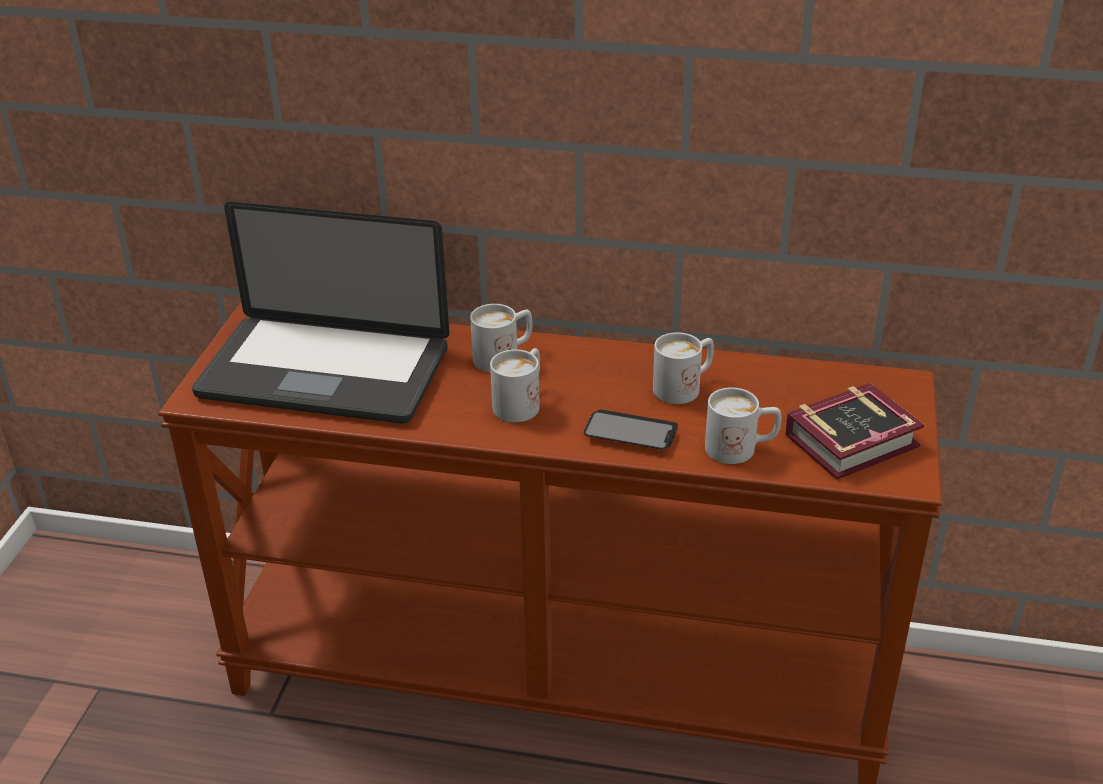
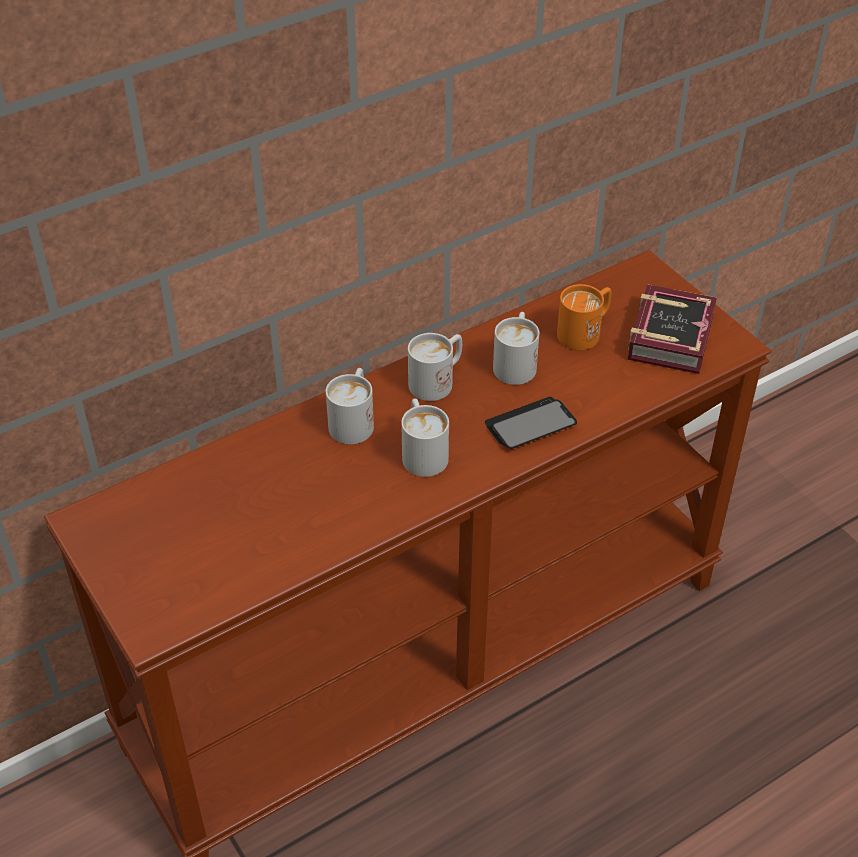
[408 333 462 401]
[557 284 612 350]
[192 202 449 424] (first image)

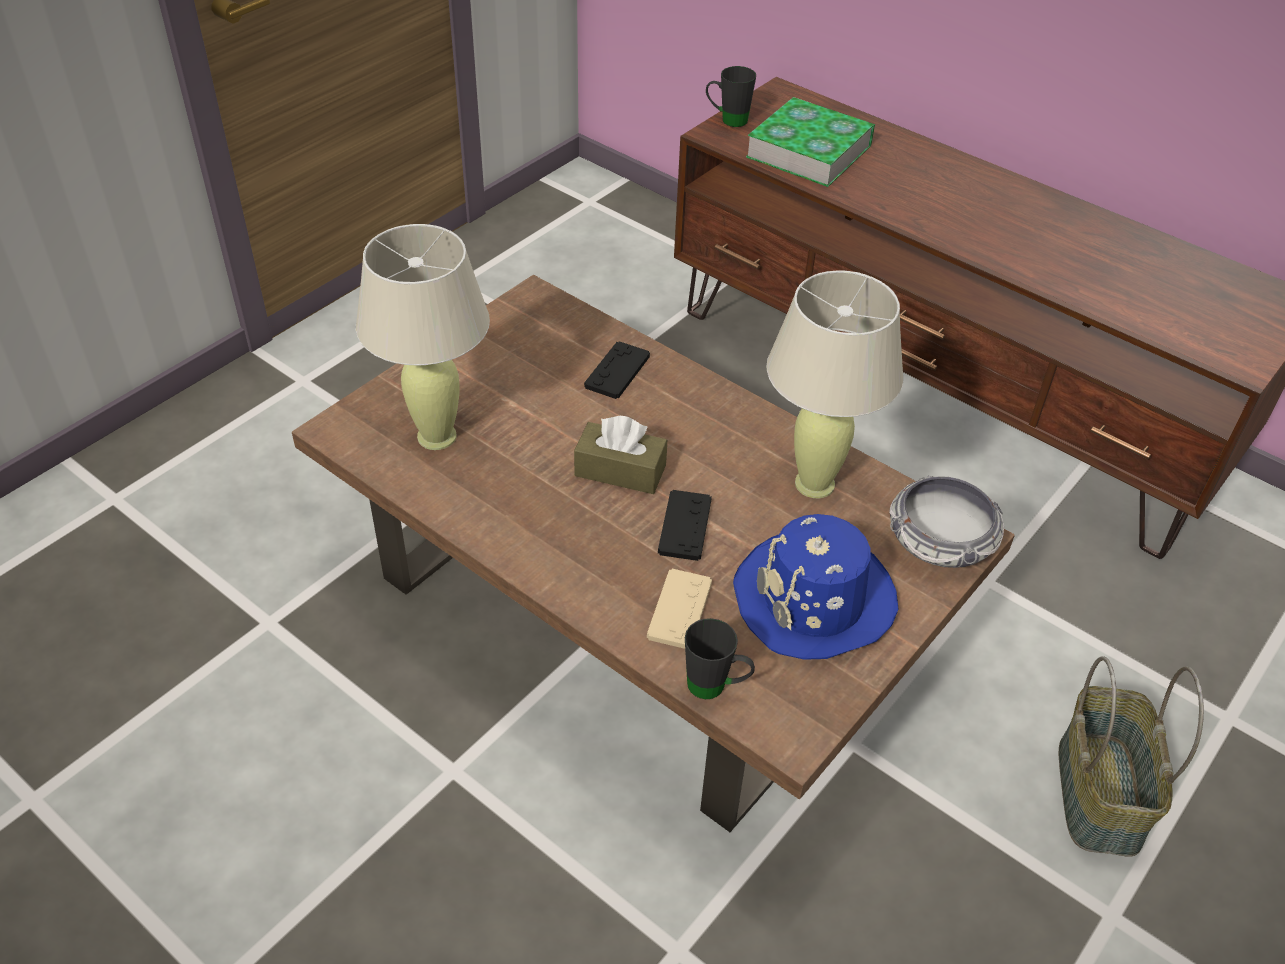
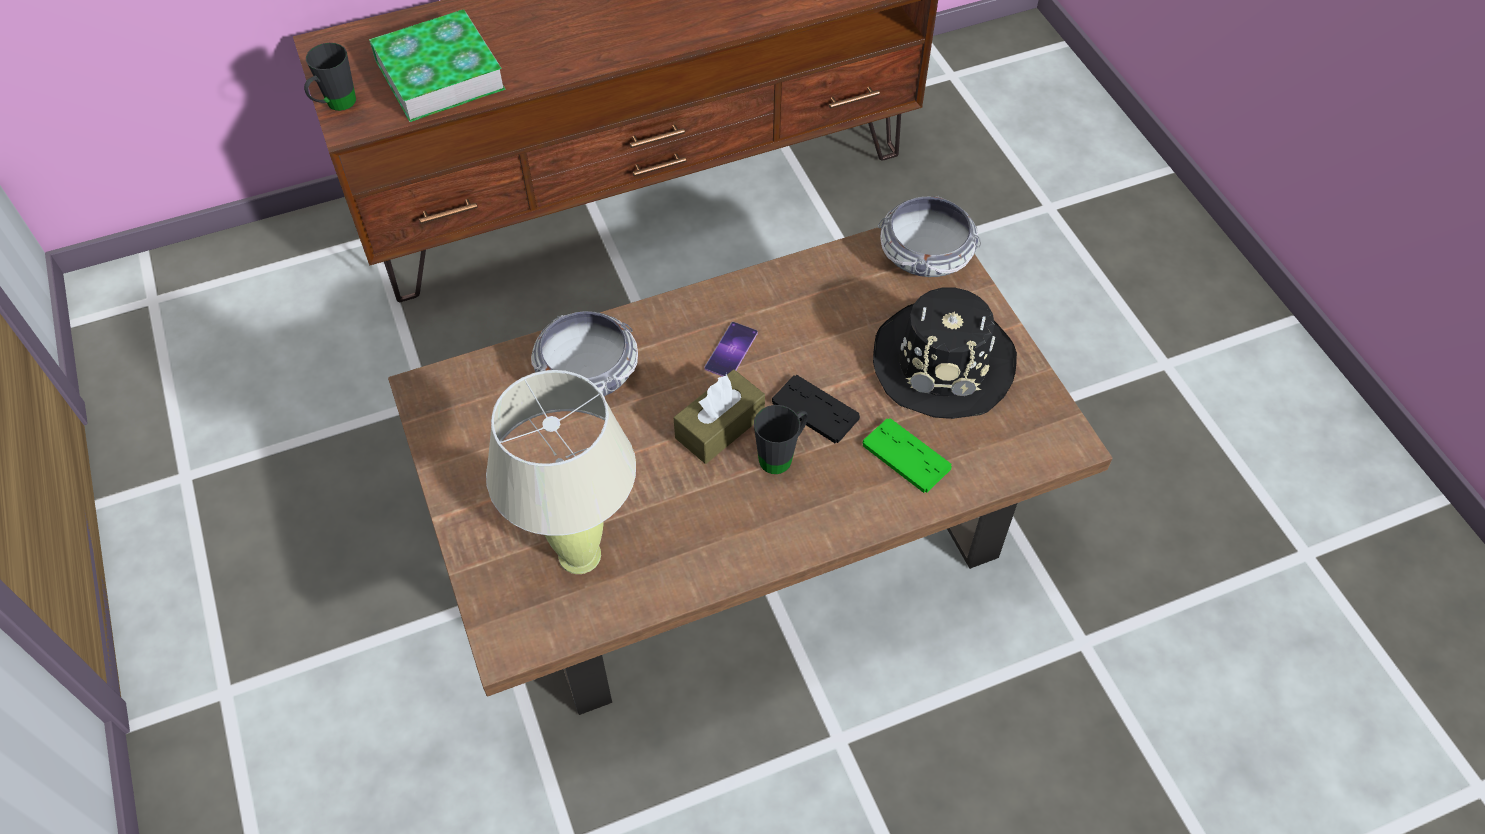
[531 311 638 396]
[705 322 758 377]
[754 405 808 474]
[862 418 952 493]
[873 288 1017 419]
[766 270 904 498] (first image)
[1059 656 1204 856] (first image)

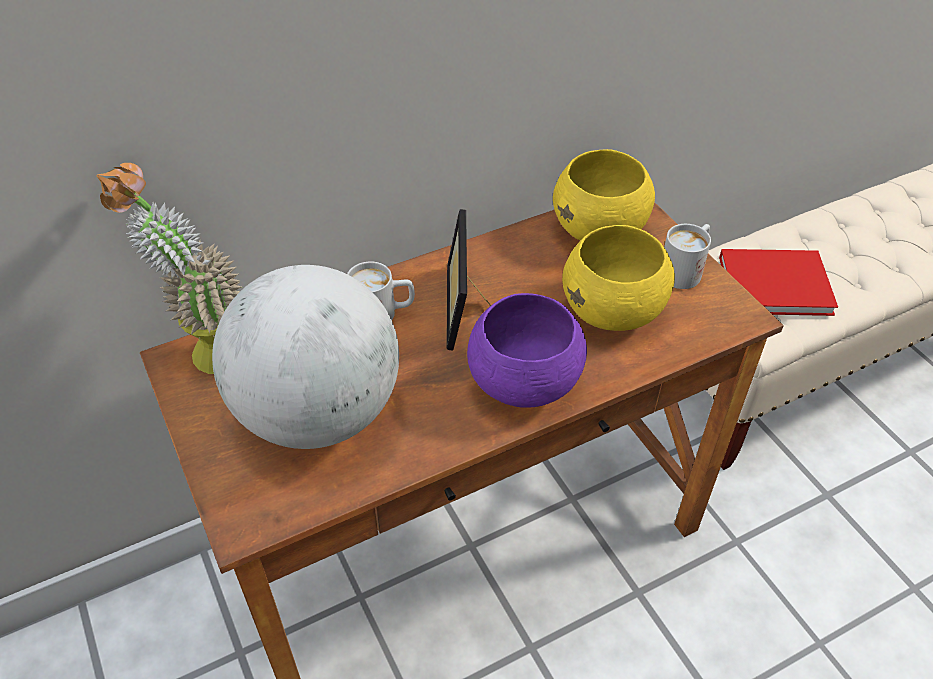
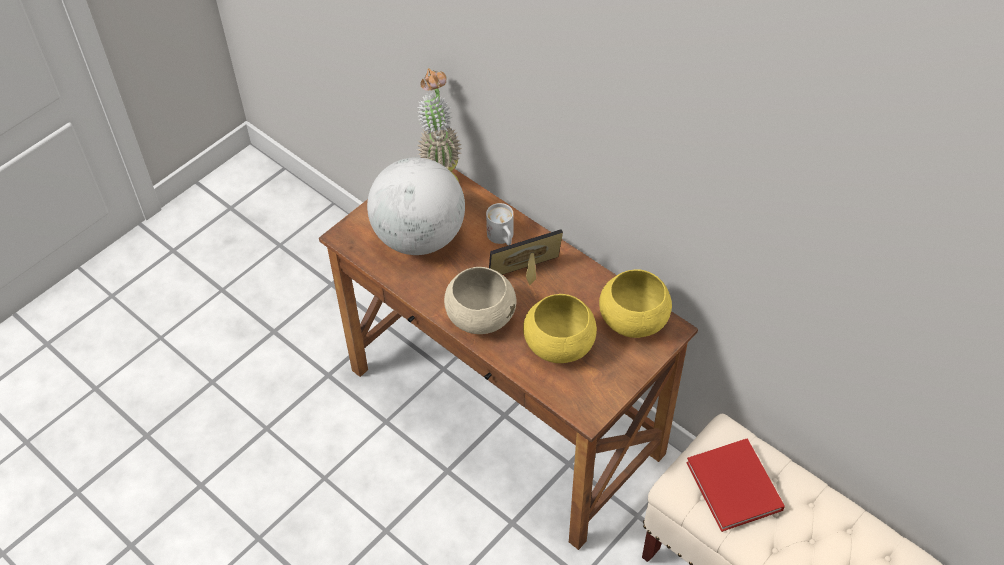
[444 267 516 334]
[664 224 711 289] (first image)

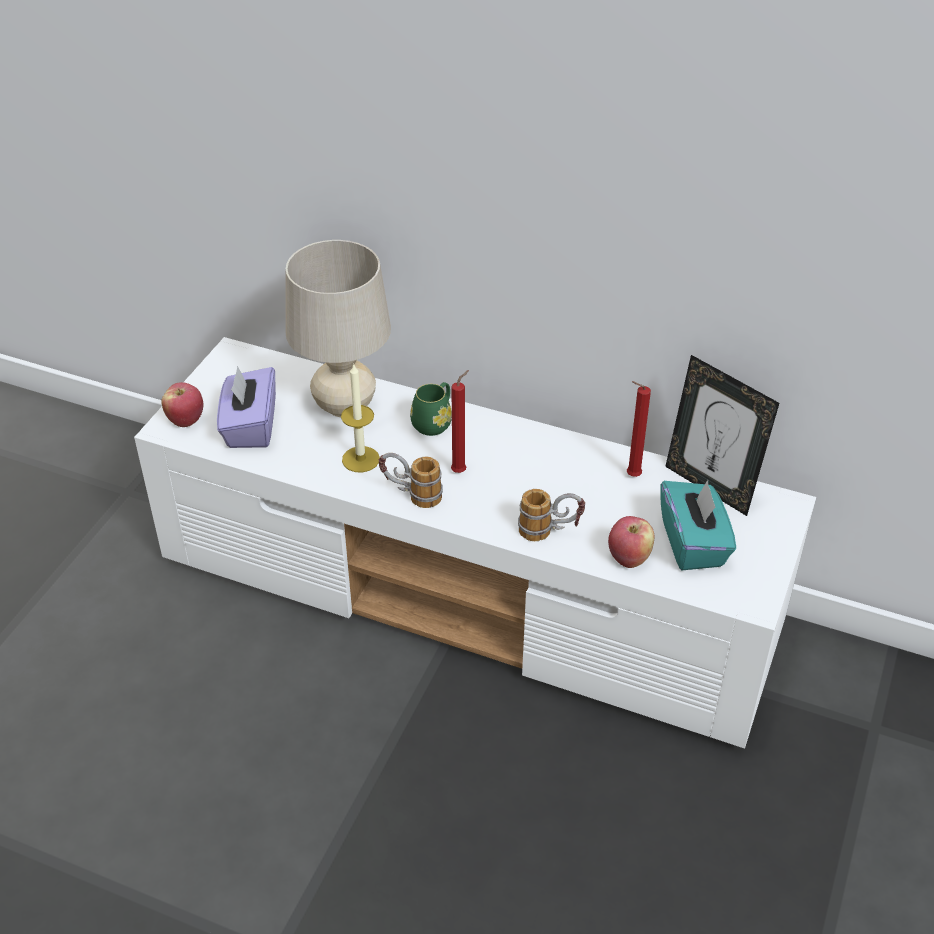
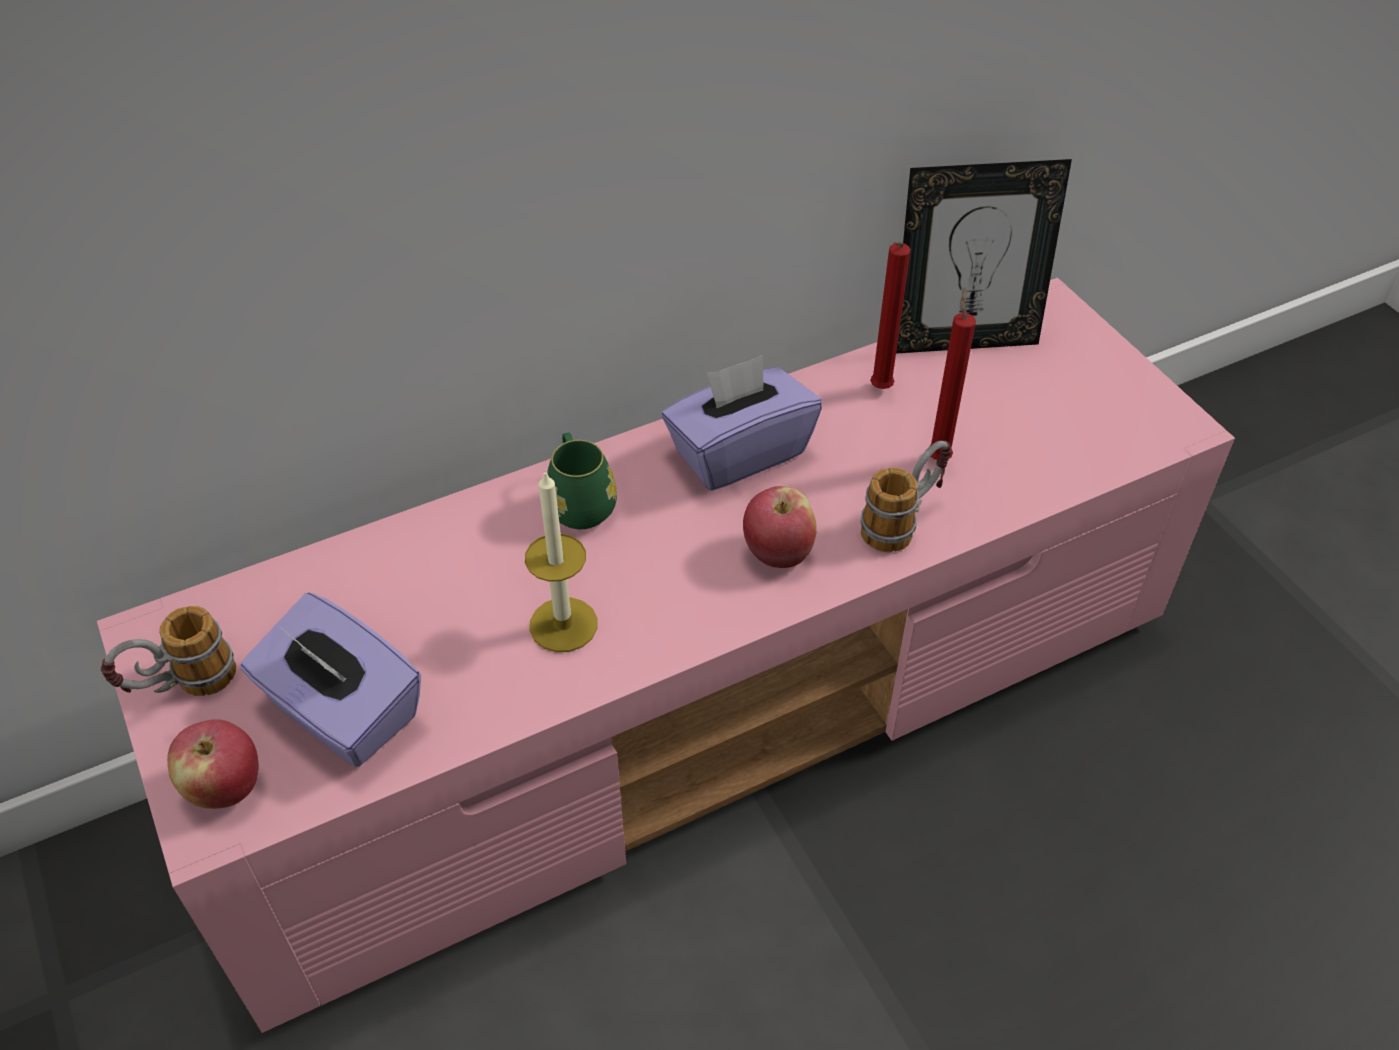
[97 278 1235 1033]
[101 606 236 696]
[662 355 822 491]
[743 486 817 568]
[929 287 976 460]
[285 240 391 417] (first image)
[660 480 736 570] (first image)

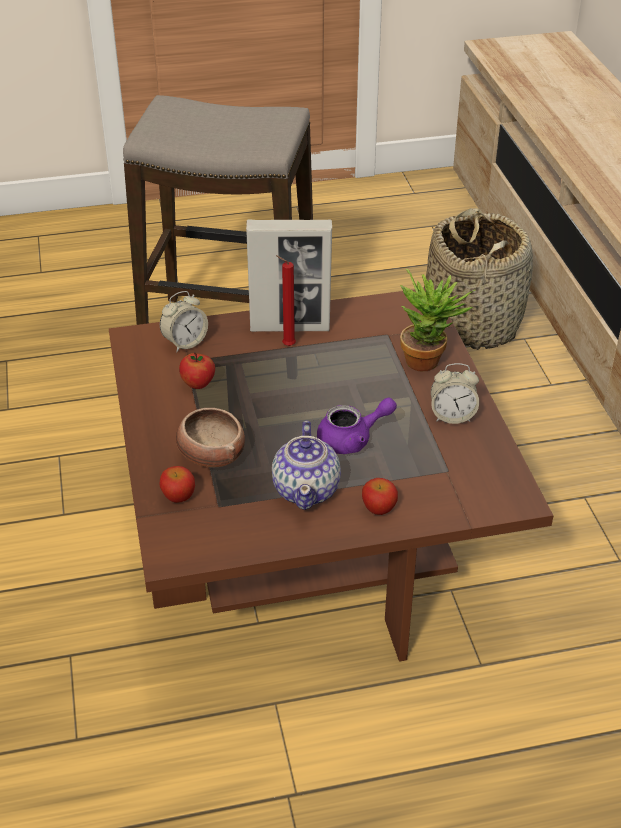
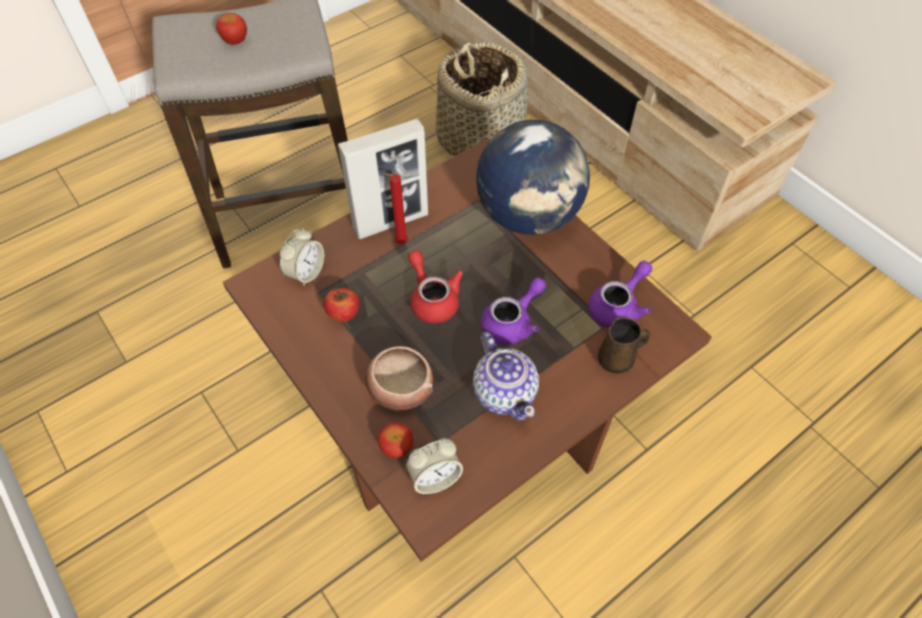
[216 13 247 45]
[406 438 463 494]
[408 250 463 324]
[476 120 590 235]
[588 261 652 328]
[598 317 650 374]

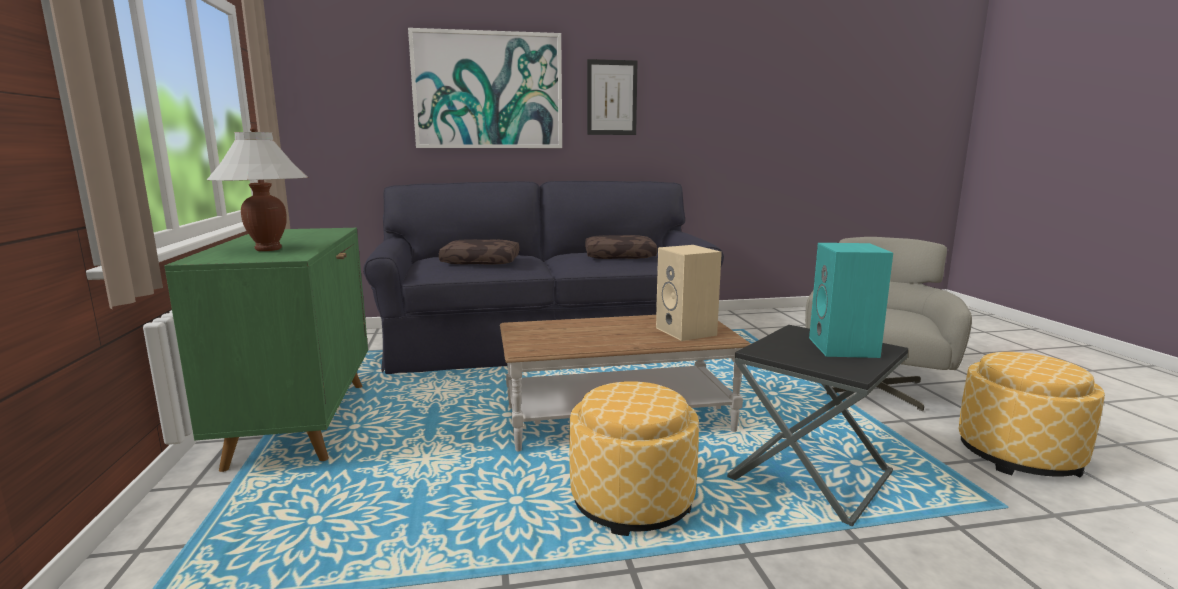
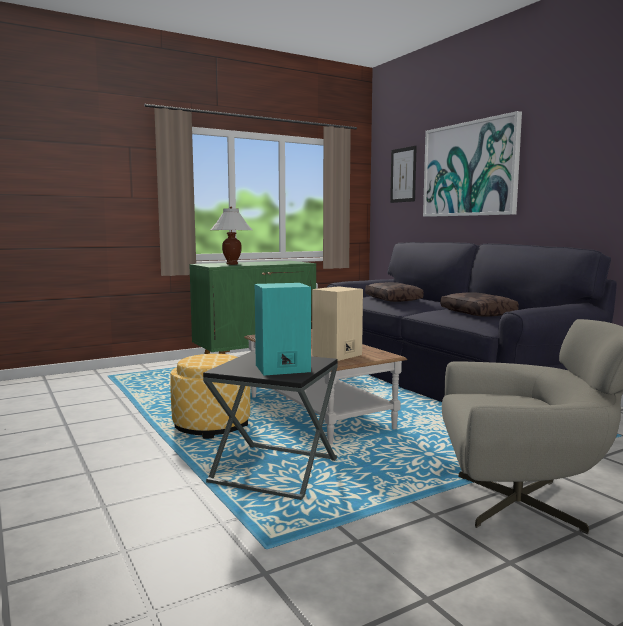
[390 146 417 203]
[959 352 1105 477] (first image)

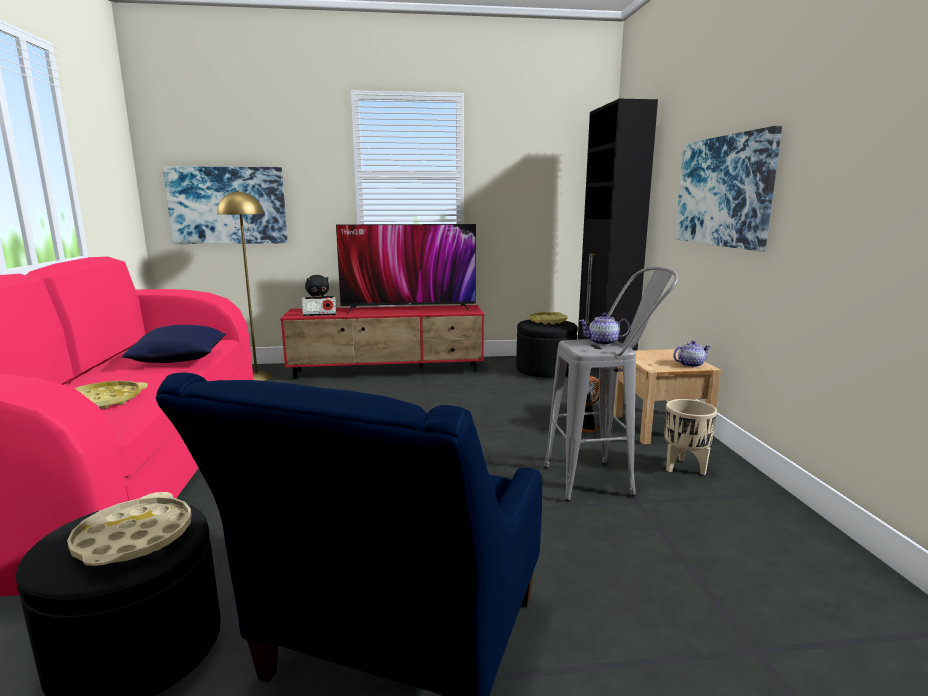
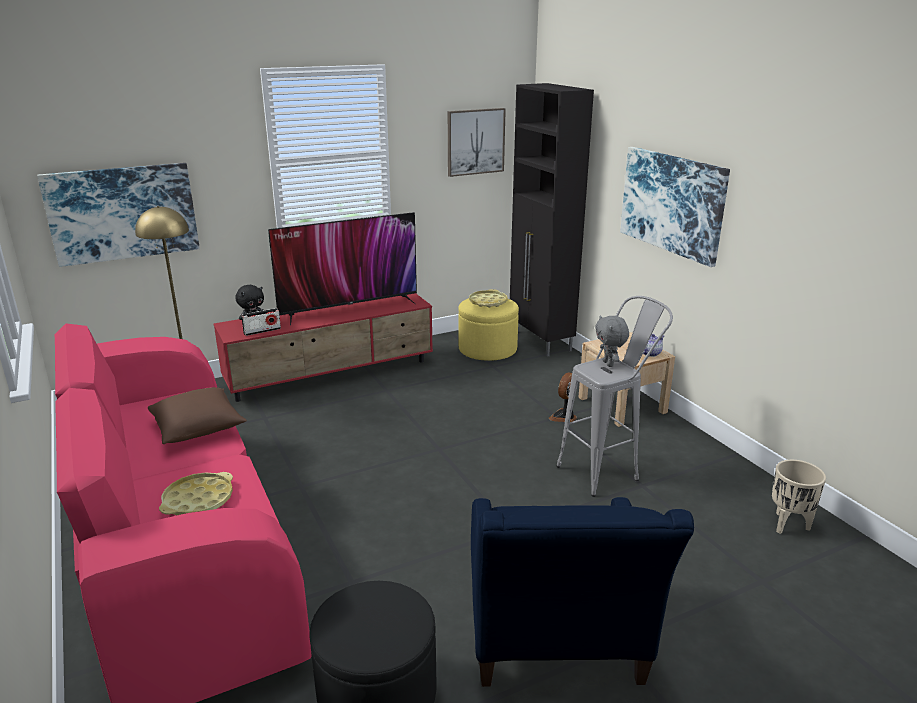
[148 387 247 444]
[448 108 506 177]
[459 298 519 361]
[595 315 629 367]
[772 460 826 534]
[67 492 191 566] (first image)

